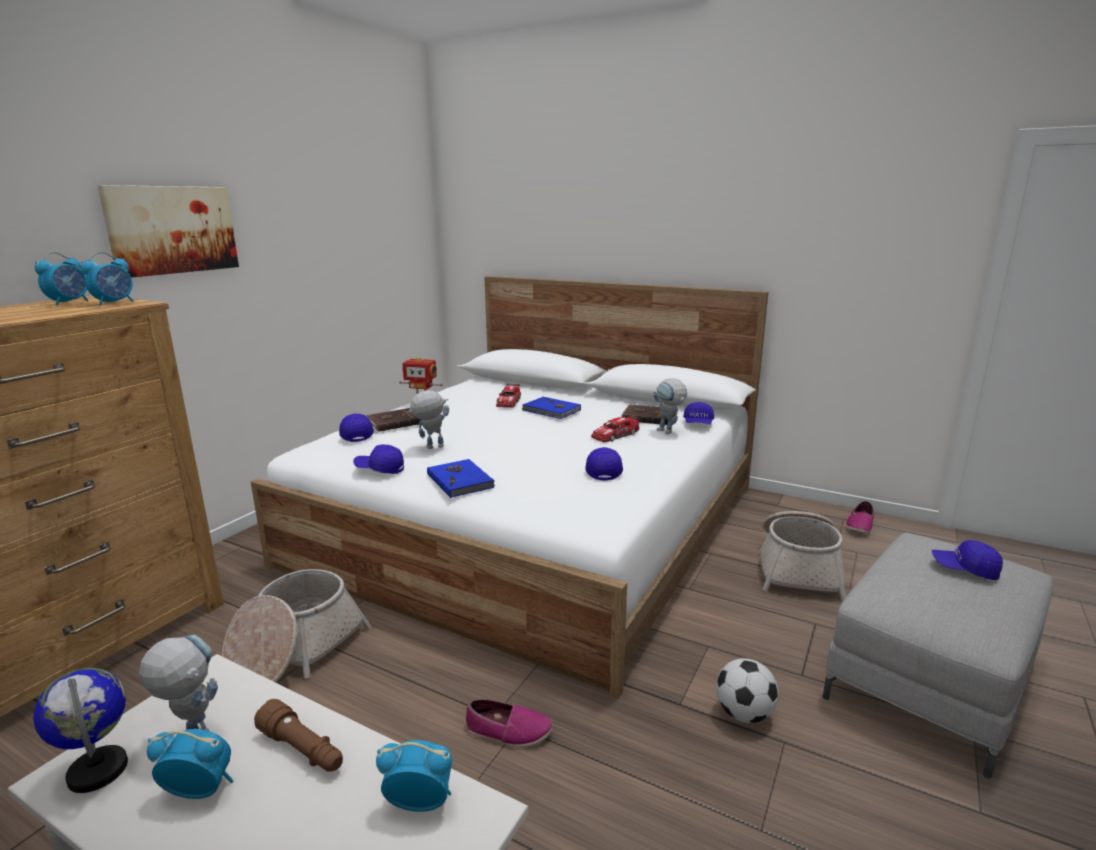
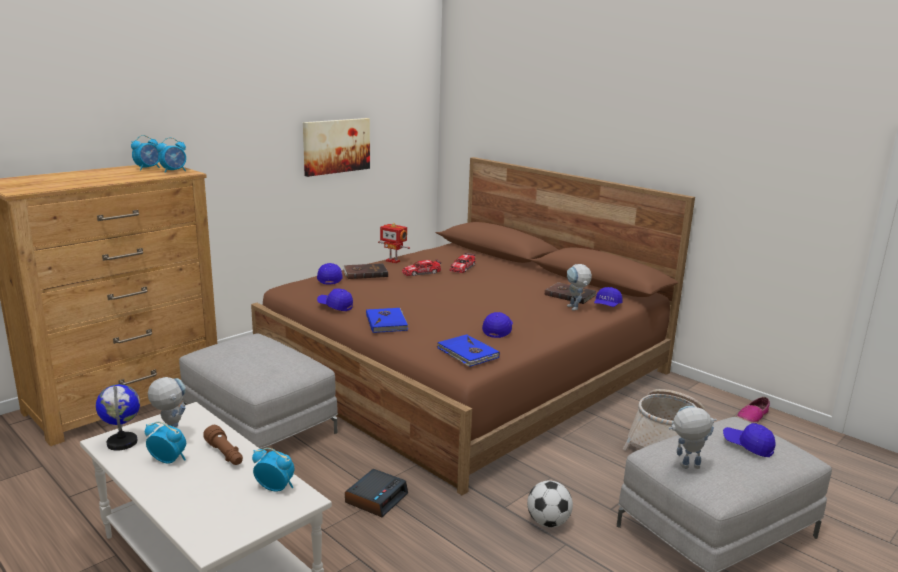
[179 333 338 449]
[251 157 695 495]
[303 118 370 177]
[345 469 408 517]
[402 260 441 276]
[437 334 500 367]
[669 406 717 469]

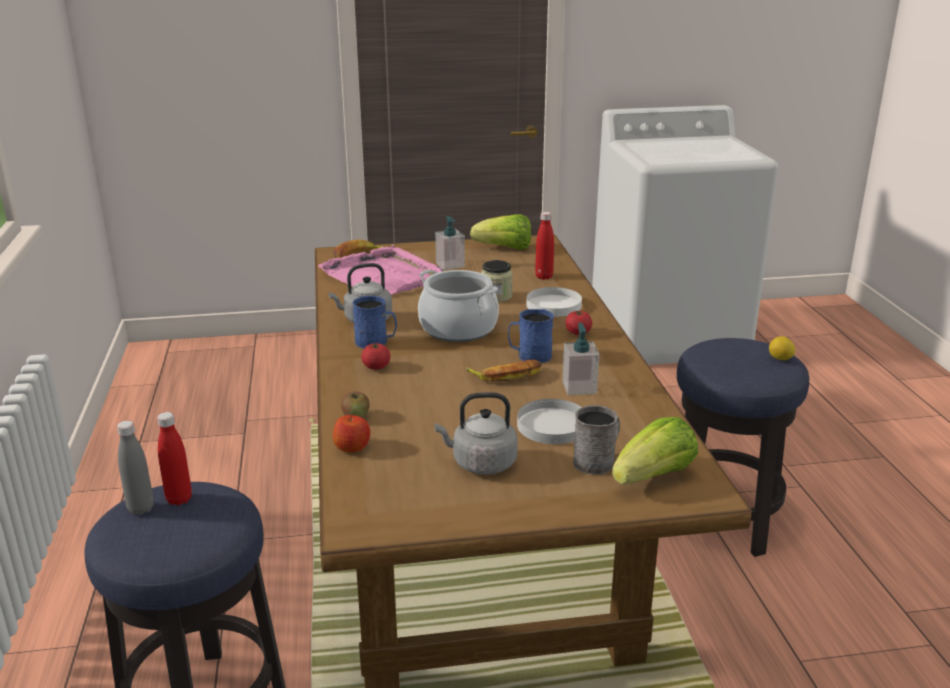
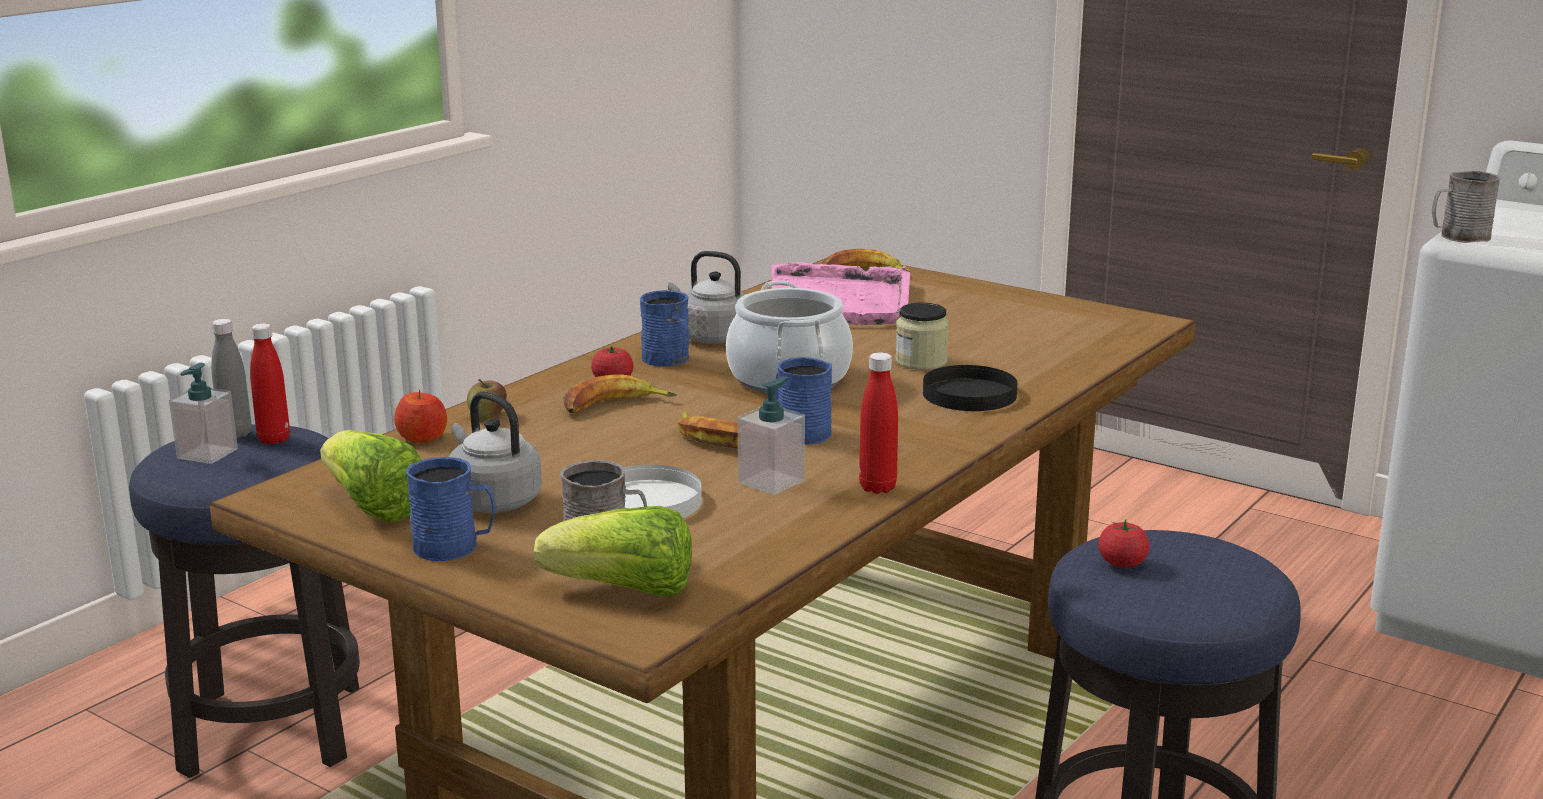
[169 363 238 464]
[320 430 421 522]
[406 457 495 561]
[563 374 677 413]
[859 352 898 494]
[923 365 1018 411]
[1098 520 1150 568]
[1432 171 1501 243]
[769 336 795 360] (first image)

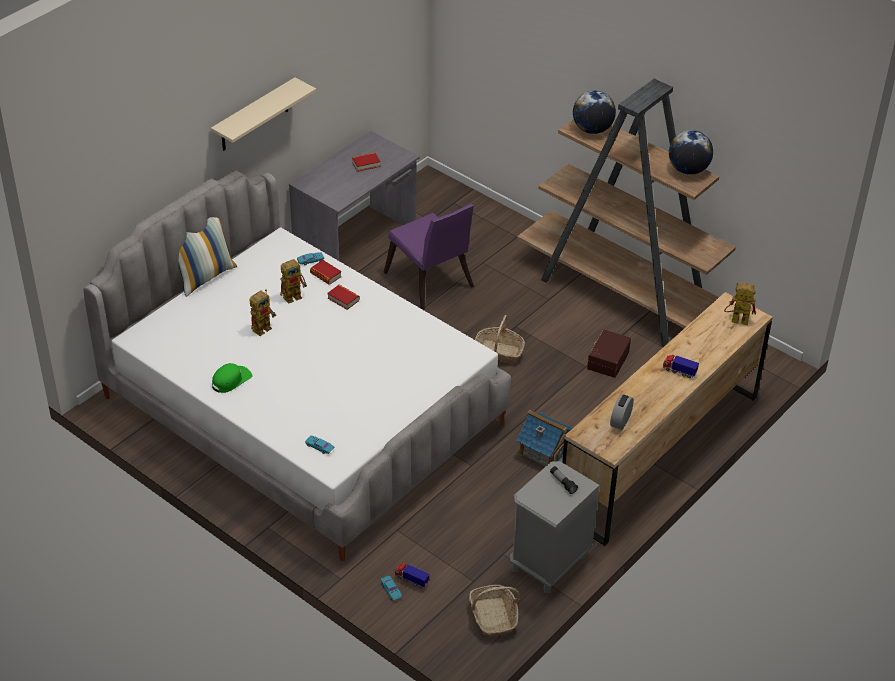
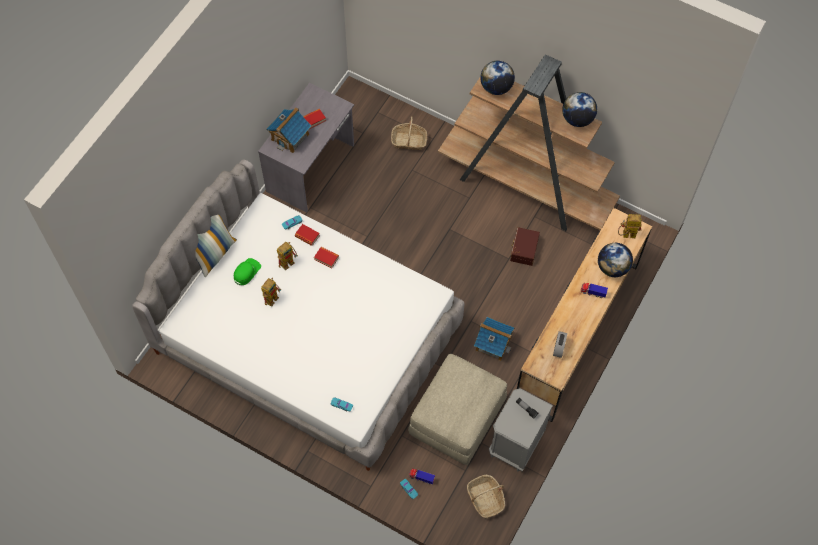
[234 258 261 285]
[267 107 312 153]
[391 116 427 150]
[408 354 507 465]
[598 243 633 277]
[211 77 316 151] (first image)
[383 204 474 310] (first image)

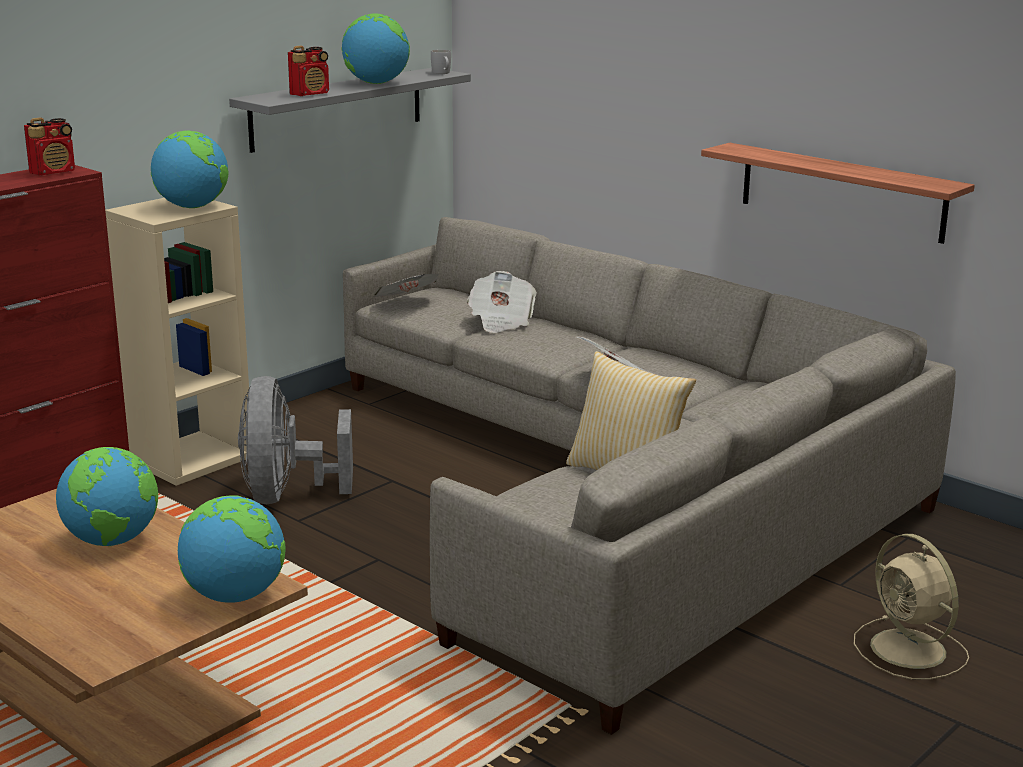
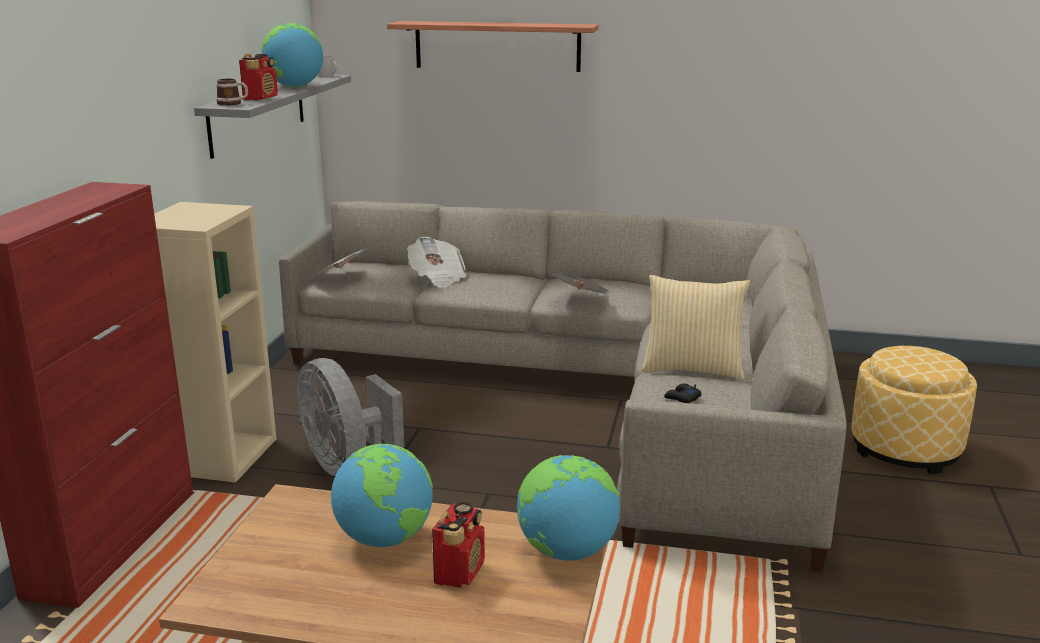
[216 79 248 106]
[387 21 599 72]
[432 502 485 588]
[664 383 702 403]
[851 346 977 474]
[151 131 229 208] (first image)

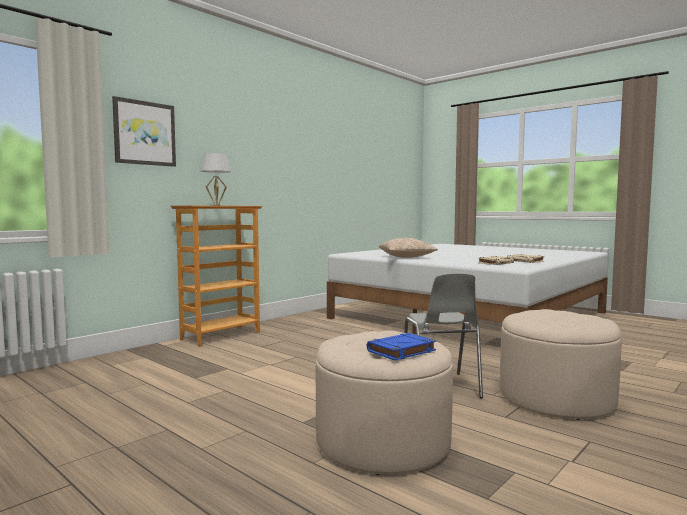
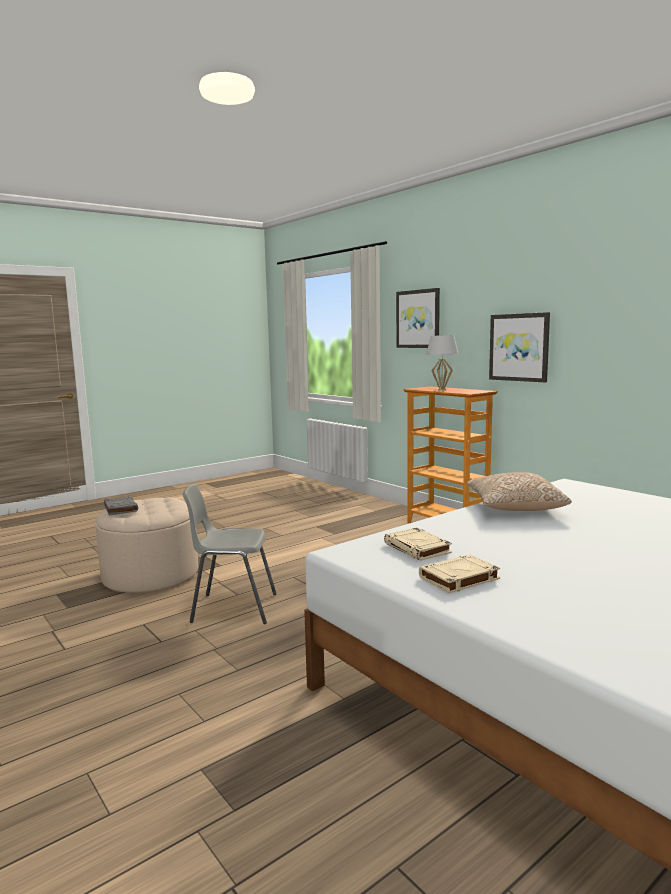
[104 496 138 515]
[489 312 550 382]
[500 309 622 420] (first image)

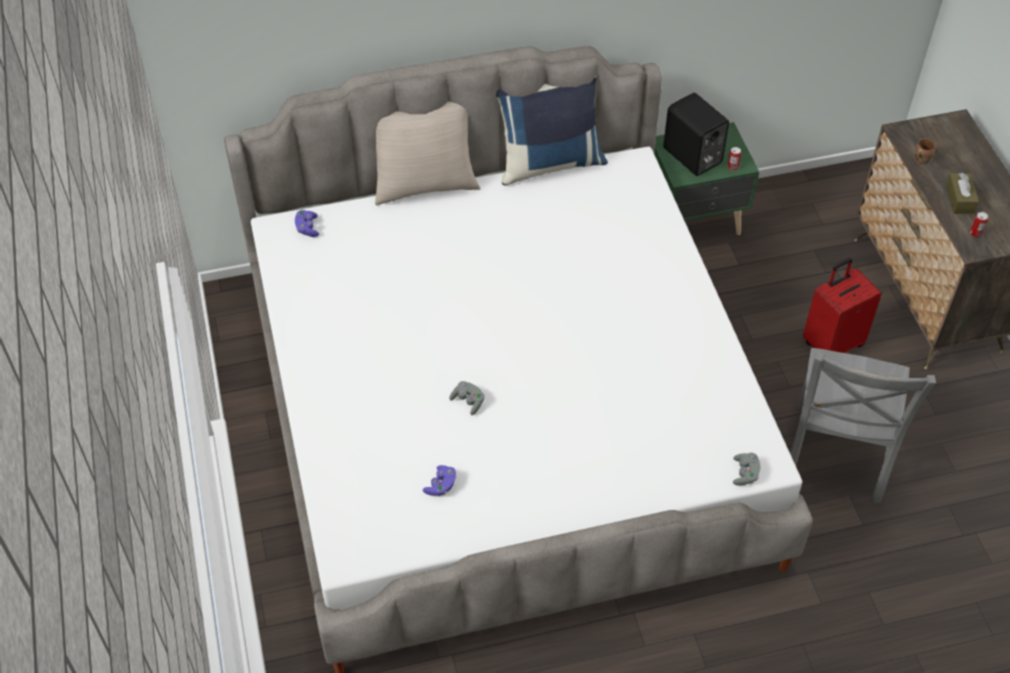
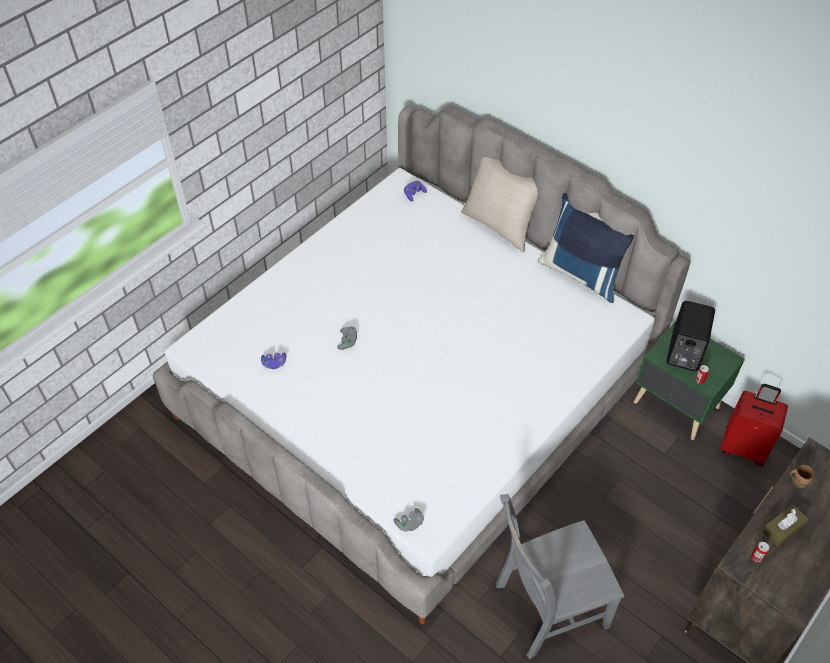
[721 384 788 467]

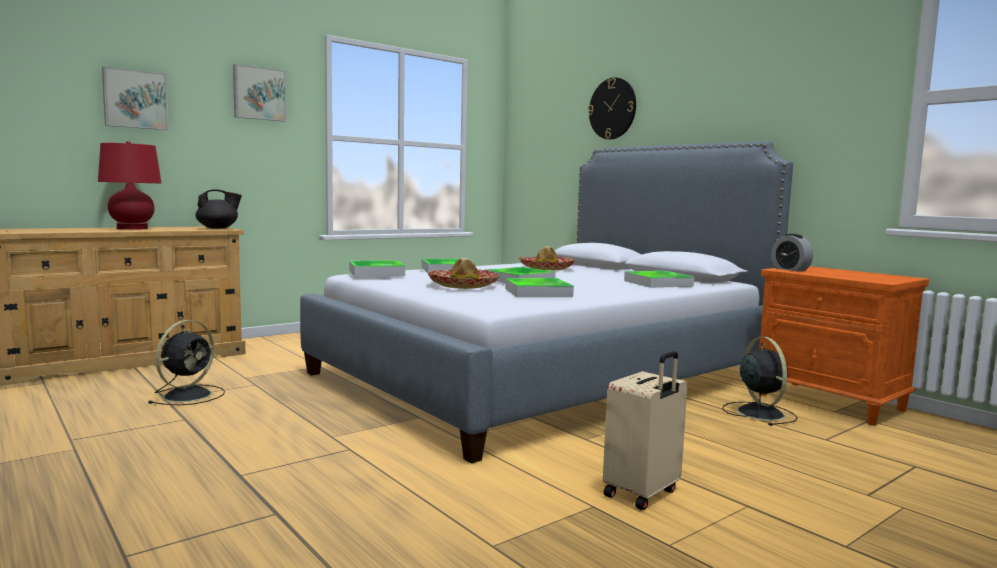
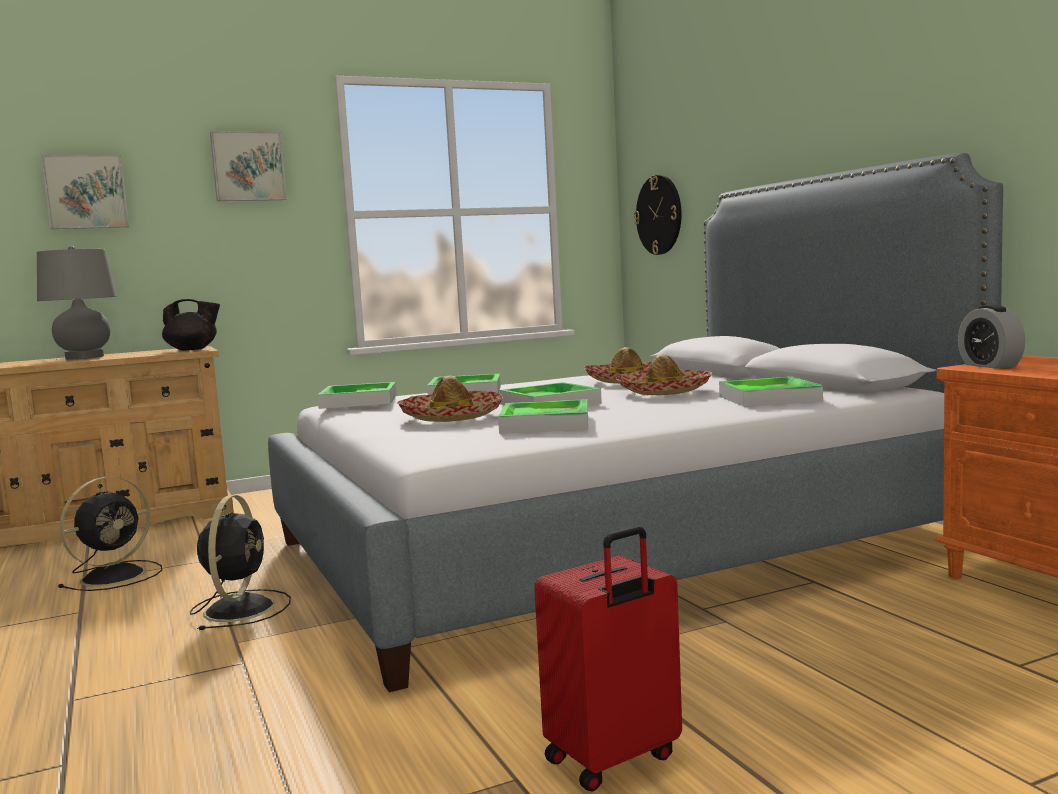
[37 246 117 360]
[190 495 291 630]
[534 526 682 791]
[616 354 712 395]
[634 175 682 255]

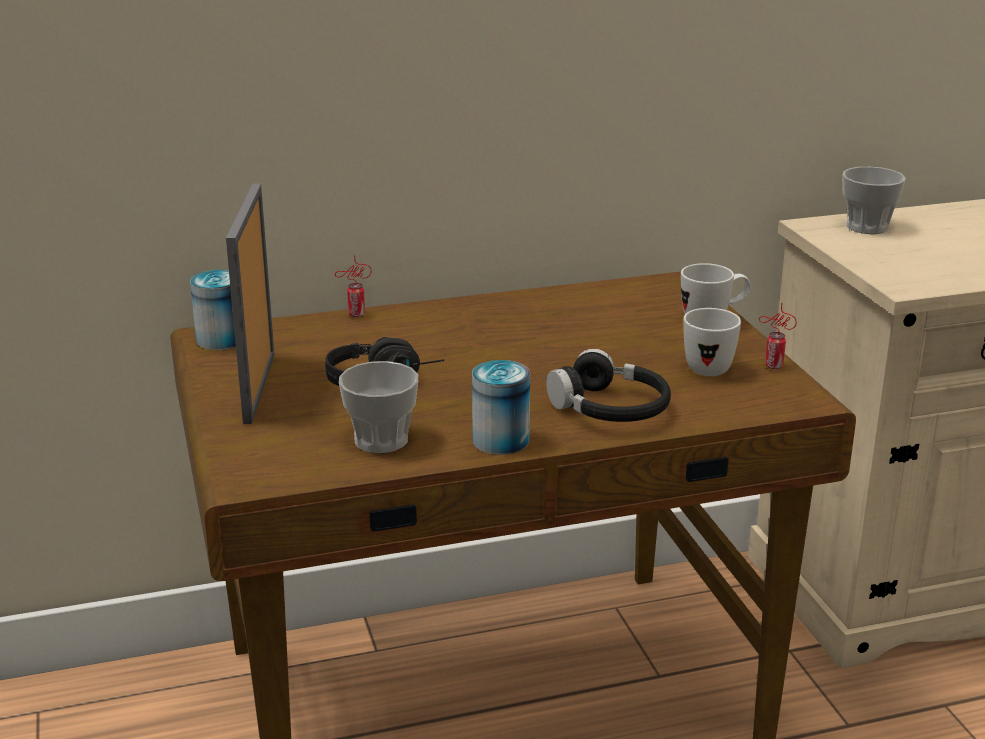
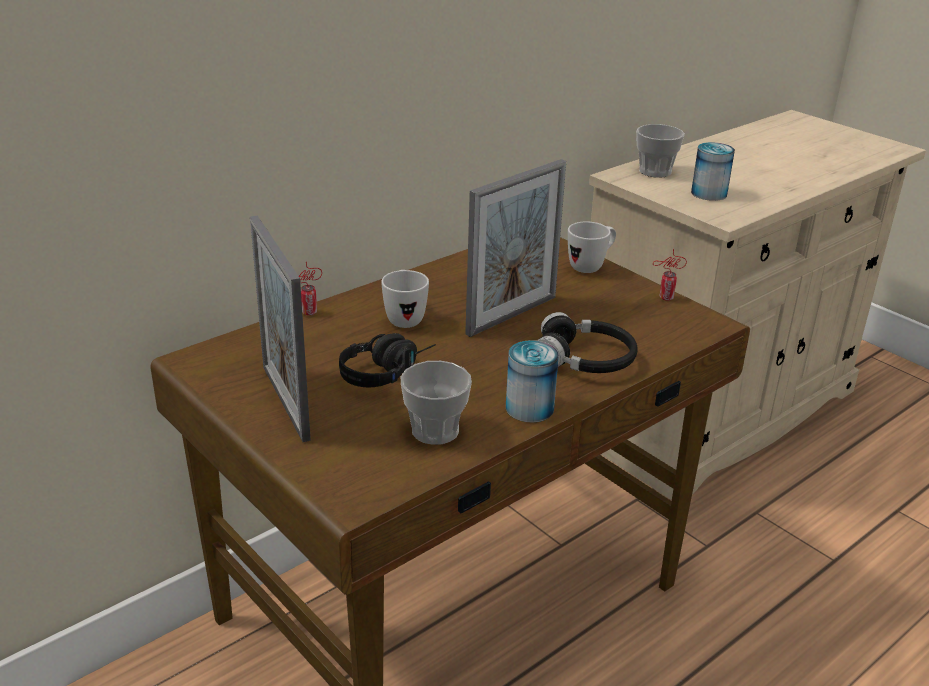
[381 270 429 328]
[465 159 566 337]
[691 142 735 201]

